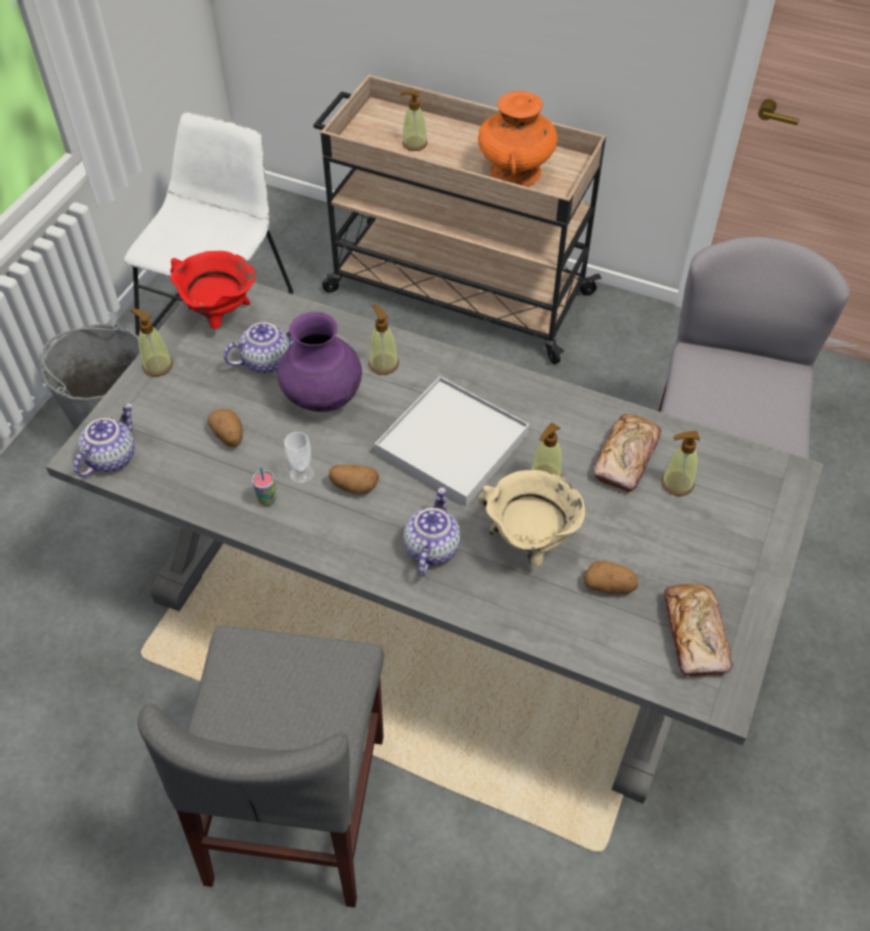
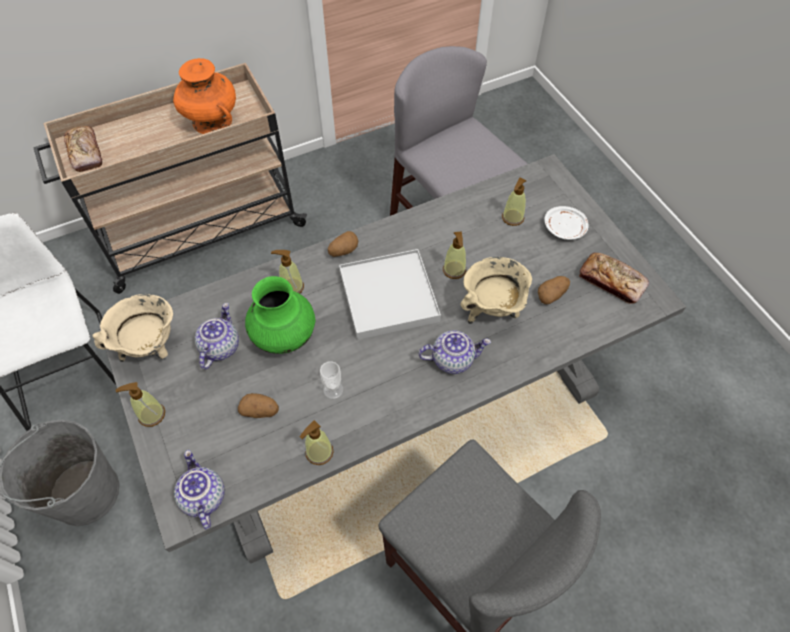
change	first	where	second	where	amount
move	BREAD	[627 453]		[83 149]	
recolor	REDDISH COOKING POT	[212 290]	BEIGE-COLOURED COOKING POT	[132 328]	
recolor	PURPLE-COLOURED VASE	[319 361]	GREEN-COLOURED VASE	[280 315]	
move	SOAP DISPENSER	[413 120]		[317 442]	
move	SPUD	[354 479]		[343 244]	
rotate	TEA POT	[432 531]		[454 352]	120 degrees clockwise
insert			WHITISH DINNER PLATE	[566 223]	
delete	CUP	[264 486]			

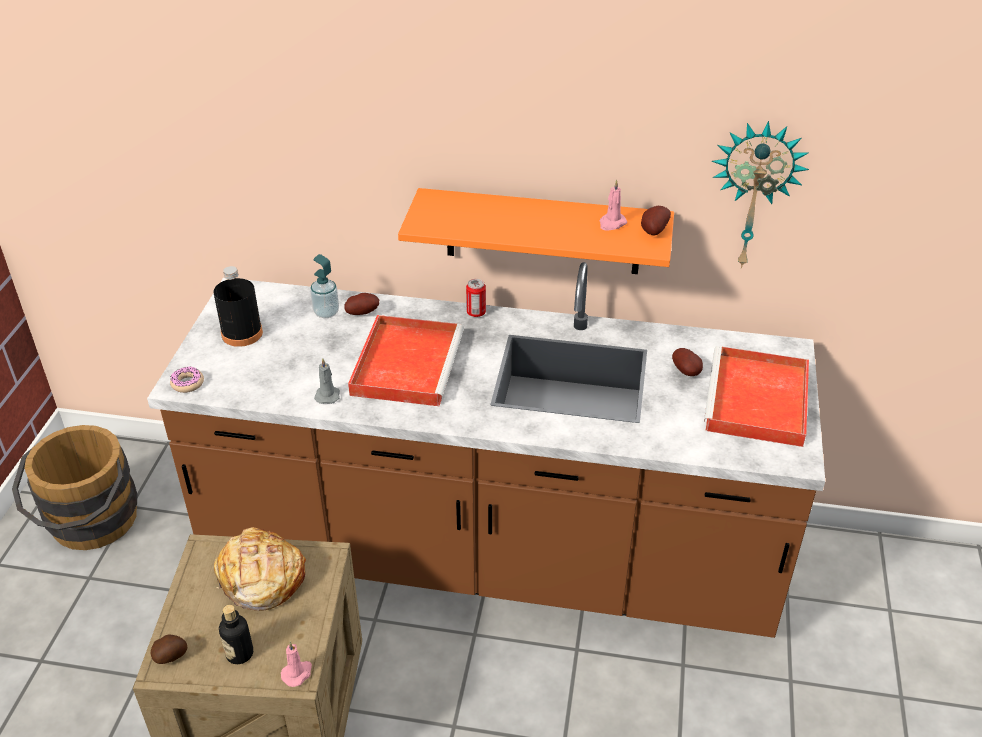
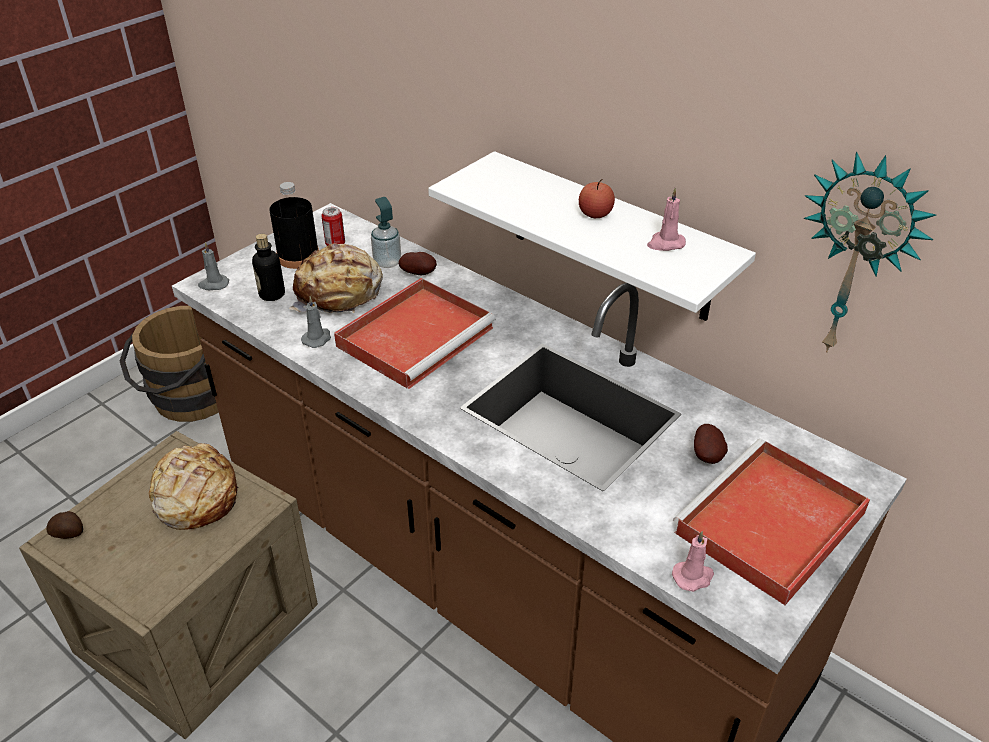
change	first	where	second	where	amount
replace	RING DOUGHNUT	[187 379]	GRAY CANDLE	[213 266]	
move	BOTTLE	[236 634]		[268 267]	
insert			BREAD	[336 278]	
move	SEALED CAN	[476 298]		[333 226]	
recolor	ORANGE-COLOURED BRACKET SHELF	[536 231]	WHITISH BRACKET SHELF	[592 236]	
insert			APPLE FRUIT	[597 198]	
move	PINK CANDLE	[296 664]		[693 561]	
delete	SPUD	[656 220]			

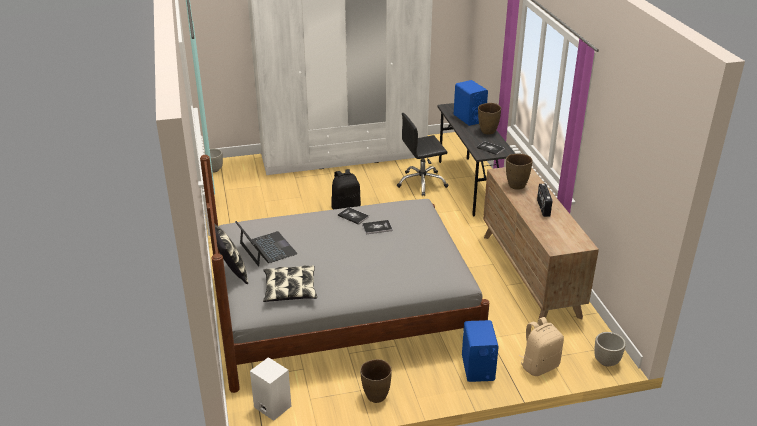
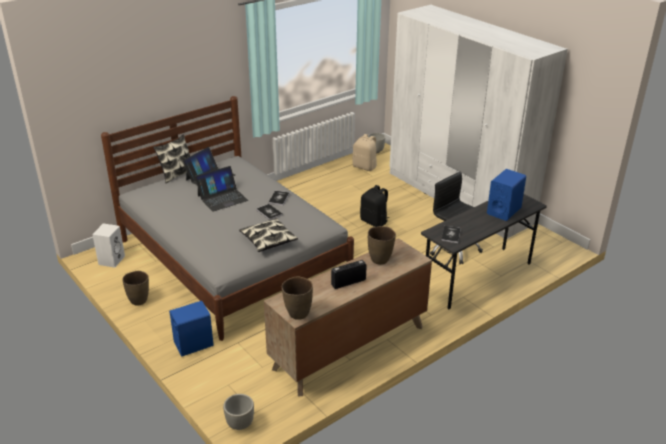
change	first	where	second	where	amount
insert			PORTABLE COMPUTER	[221 189]	
move	CUSHION	[290 283]		[268 235]	
move	BROWNISH VASE	[489 119]		[297 298]	
move	BEIGE-COLOURED RUCKSACK	[541 346]		[364 152]	

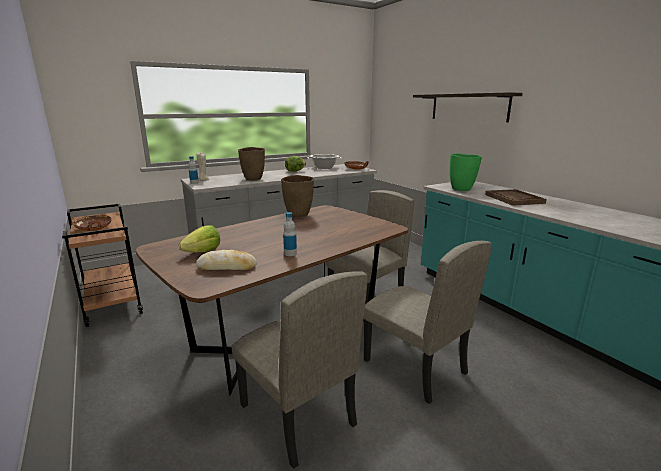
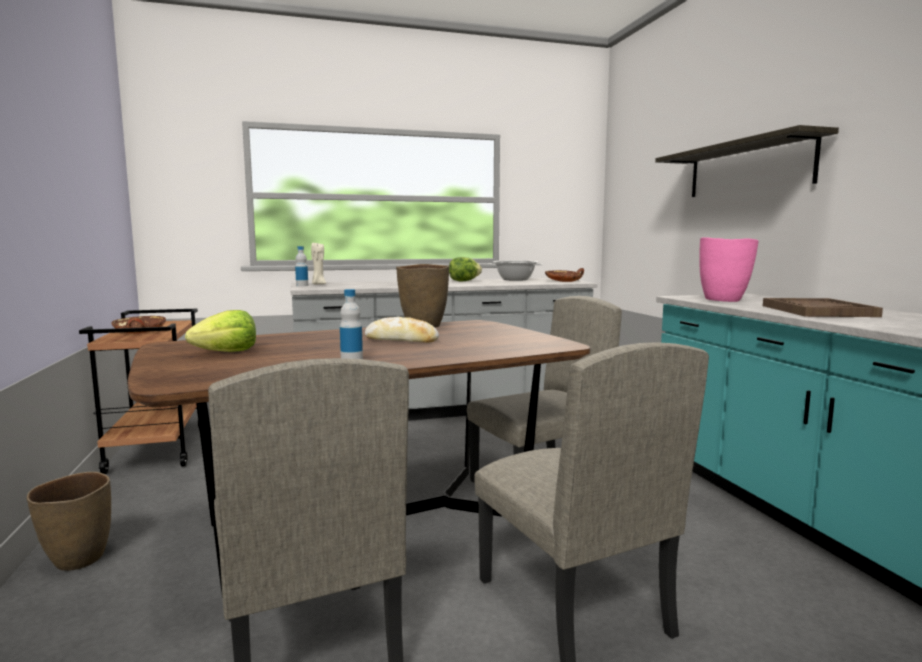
change	first	where	second	where	amount
move	BROWNISH VASE	[251 163]		[69 521]	
move	BREAD	[226 260]		[402 330]	
recolor	GREEN-COLOURED VASE	[466 172]	PINK VASE	[729 269]	

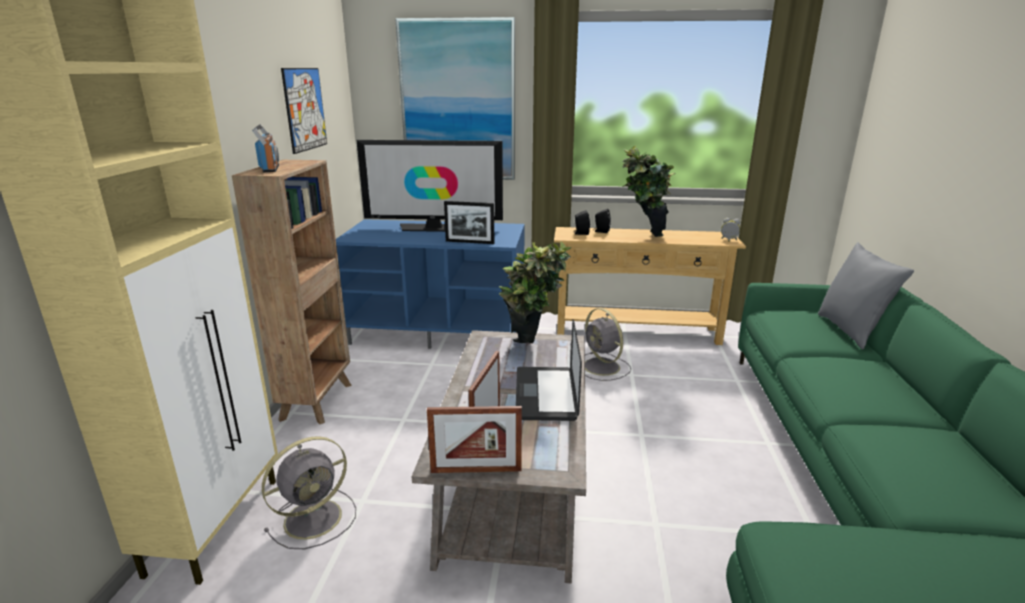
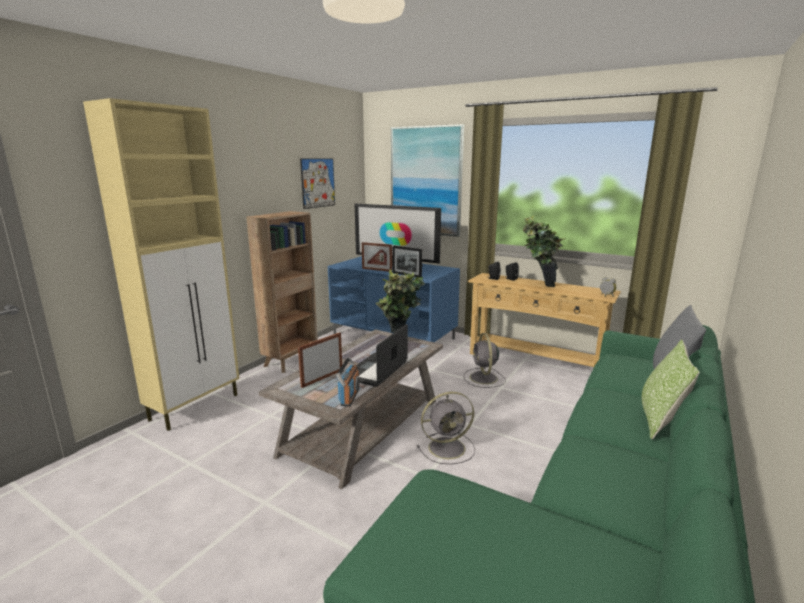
change	first	where	second	where	amount
move	RADIO RECEIVER	[265 148]		[348 382]	
move	PHOTO FRAME	[474 439]		[377 257]	
move	GRAY COOLING FAN	[309 492]		[446 428]	
insert			CUSHION	[671 389]	

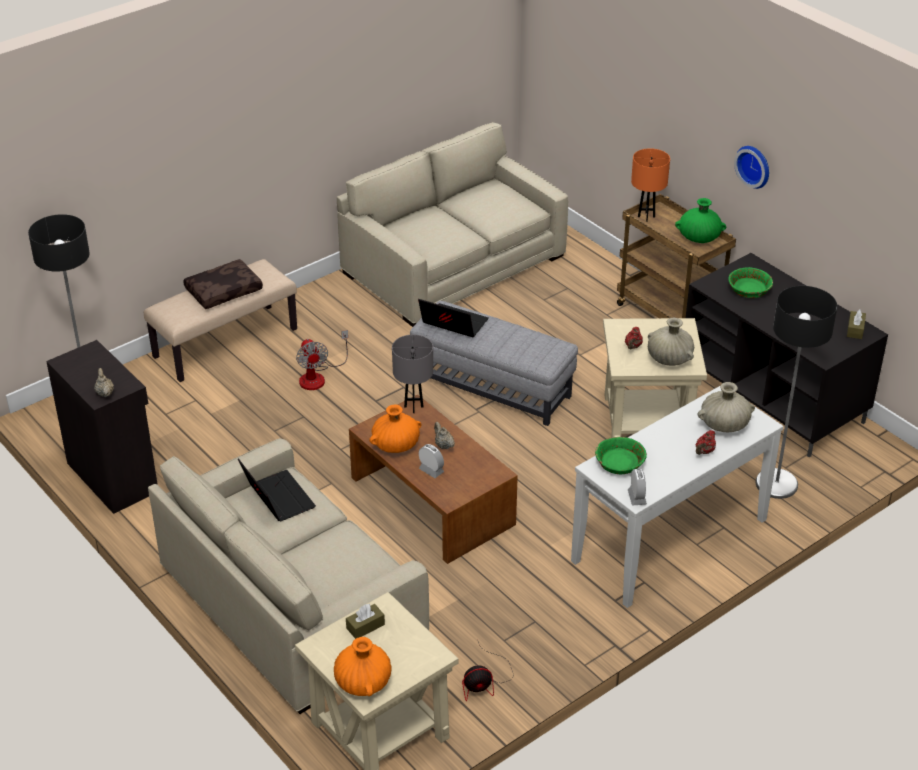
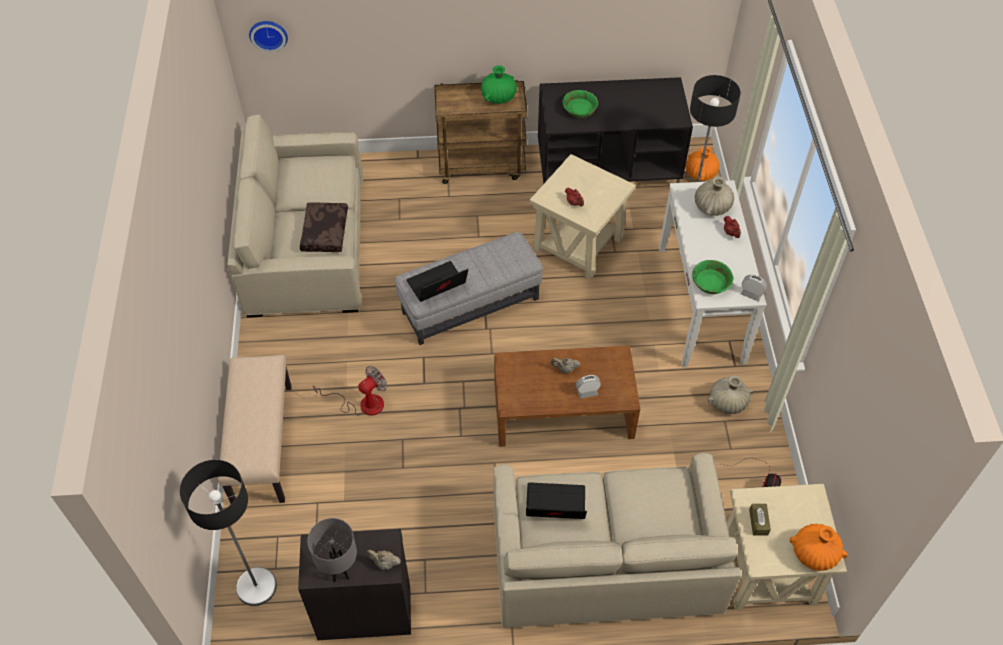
change	first	where	second	where	amount
move	WALL CLOCK	[751 167]		[268 36]	
move	BROWNISH CUSHION	[223 284]		[324 227]	
move	GRAY LAMP FOR A TABLE	[412 374]		[332 550]	
rotate	COOLING FAN	[322 360]		[350 391]	60 degrees counterclockwise
move	ORANGE-COLOURED VASE	[395 429]		[702 163]	
move	BEIGE-COLOURED VASE	[671 342]		[730 394]	
delete	ORANGE-COLOURED LAMP FOR A TABLE	[650 185]			
delete	BROWNISH TISSUE BOX	[856 324]			

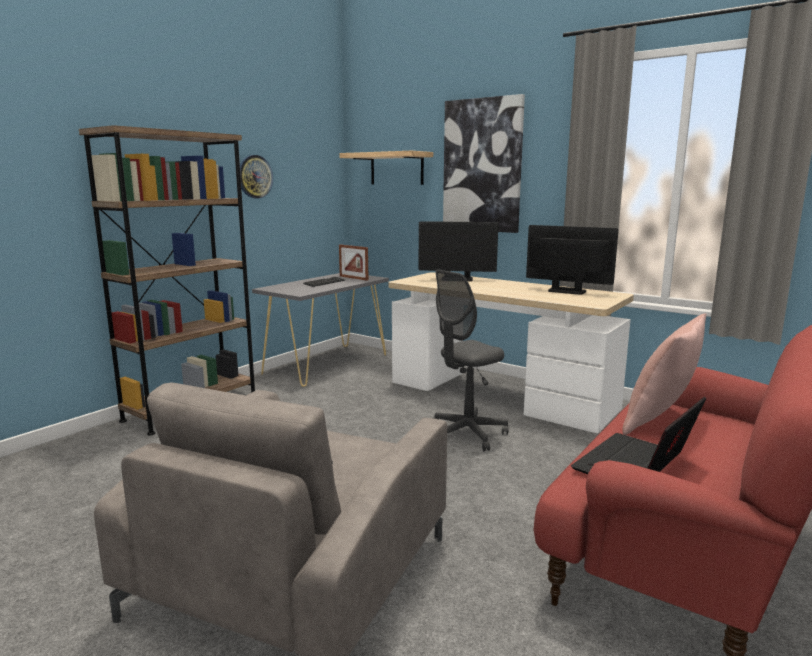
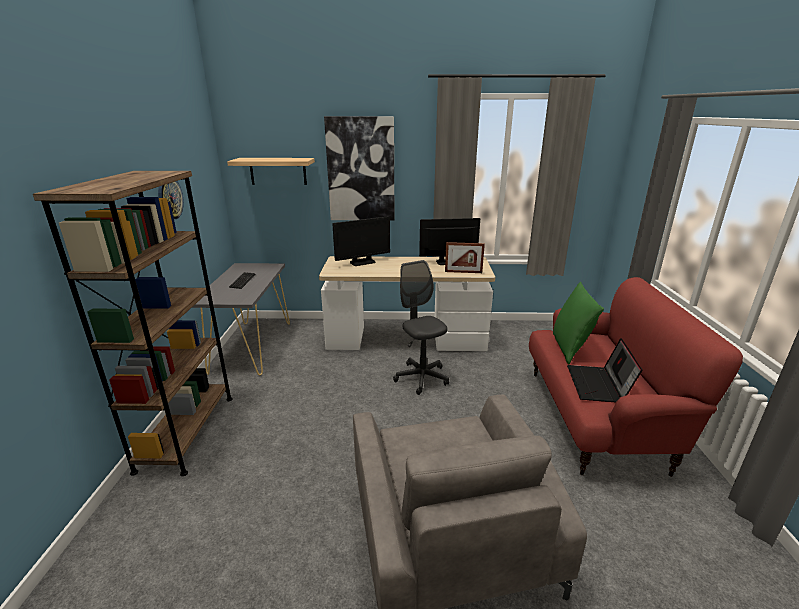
change	first	where	second	where	amount
rotate	GRAY DESK CHAIR	[471 360]		[421 327]	135 degrees clockwise
move	PHOTO FRAME	[353 262]		[465 257]	
recolor	PINK CUSHION	[664 374]	GREEN-COLOURED CUSHION	[578 323]	

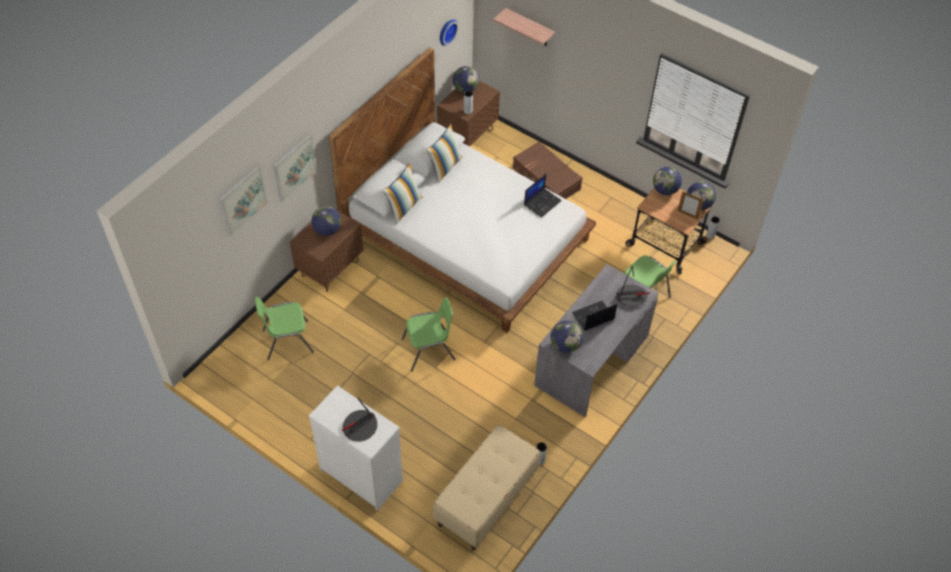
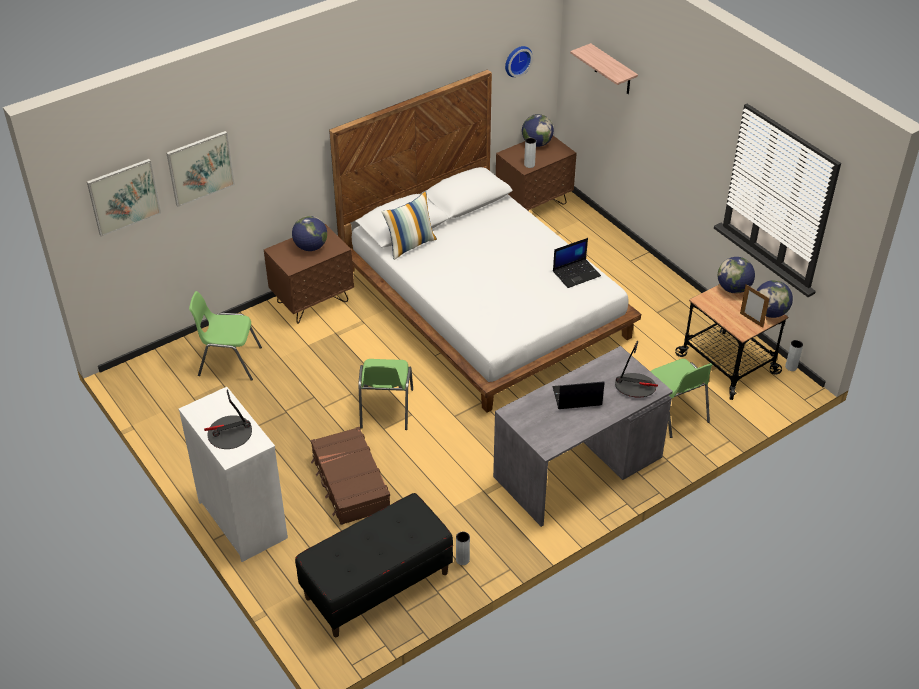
change	first	where	second	where	amount
move	WALL ART	[295 168]		[124 198]	
recolor	BEIGE-COLOURED BENCH	[486 488]	BLACK BENCH	[374 565]	
move	BROWNISH TRAVEL CASE	[548 170]		[350 476]	
rotate	GREEN-COLOURED UPRIGHT CHAIR	[429 334]		[386 394]	90 degrees clockwise
delete	CUSHION	[444 153]			
delete	DESK GLOBE	[567 337]			

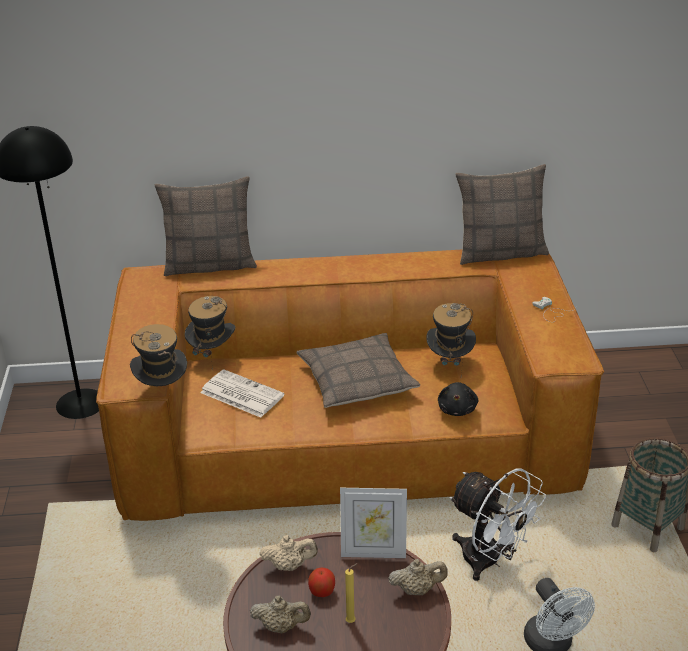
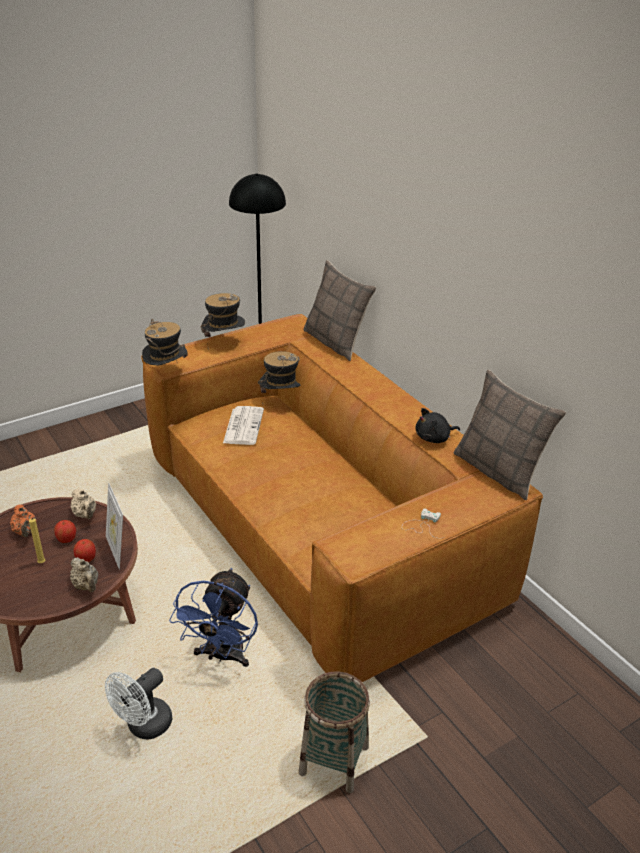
change	first	where	second	where	amount
recolor	BEIGE-COLOURED TEA POT	[280 614]	ORANGE-COLOURED TEA POT	[23 520]	
insert			APPLE FRUIT	[84 550]	
recolor	WHITISH COOLING FAN	[498 524]	BLUE-COLOURED COOLING FAN	[213 617]	
move	CLOTHING HAT	[451 340]		[223 315]	
move	BLACK SOFT TOY	[458 399]		[438 425]	
delete	CUSHION	[358 370]			

